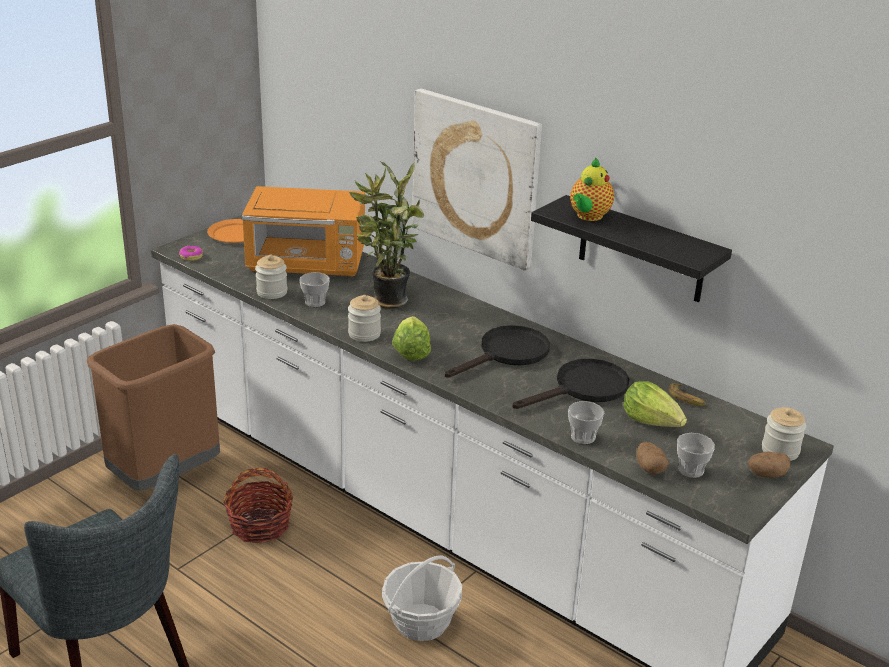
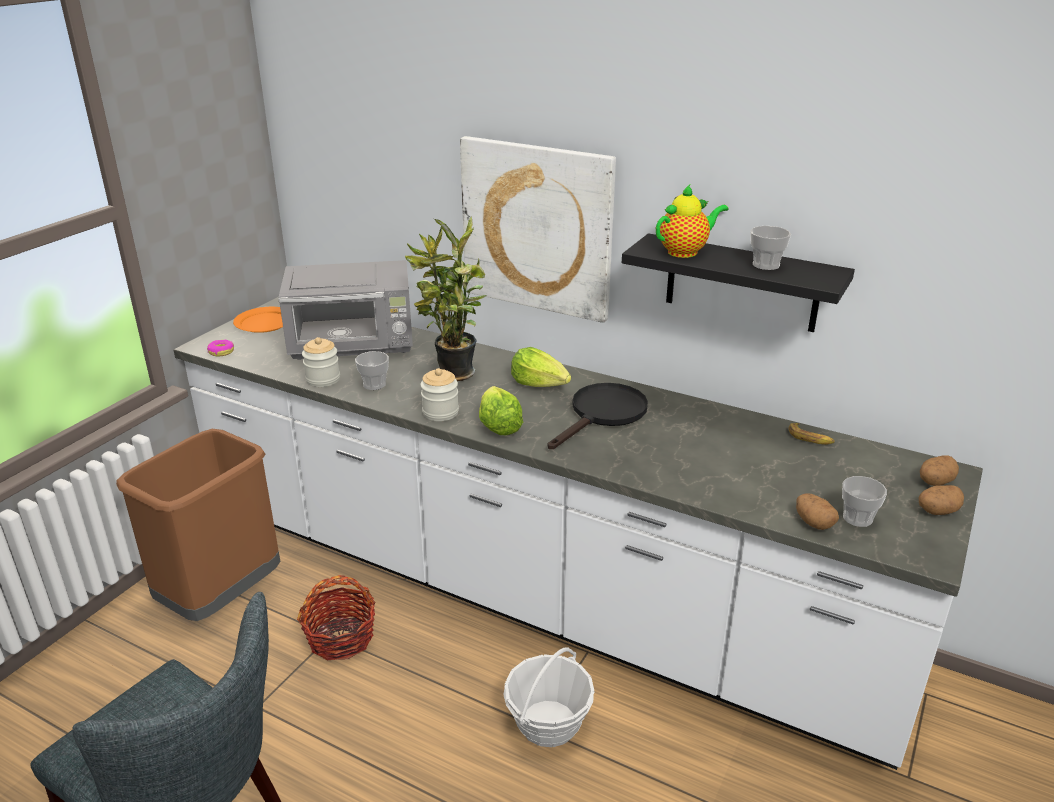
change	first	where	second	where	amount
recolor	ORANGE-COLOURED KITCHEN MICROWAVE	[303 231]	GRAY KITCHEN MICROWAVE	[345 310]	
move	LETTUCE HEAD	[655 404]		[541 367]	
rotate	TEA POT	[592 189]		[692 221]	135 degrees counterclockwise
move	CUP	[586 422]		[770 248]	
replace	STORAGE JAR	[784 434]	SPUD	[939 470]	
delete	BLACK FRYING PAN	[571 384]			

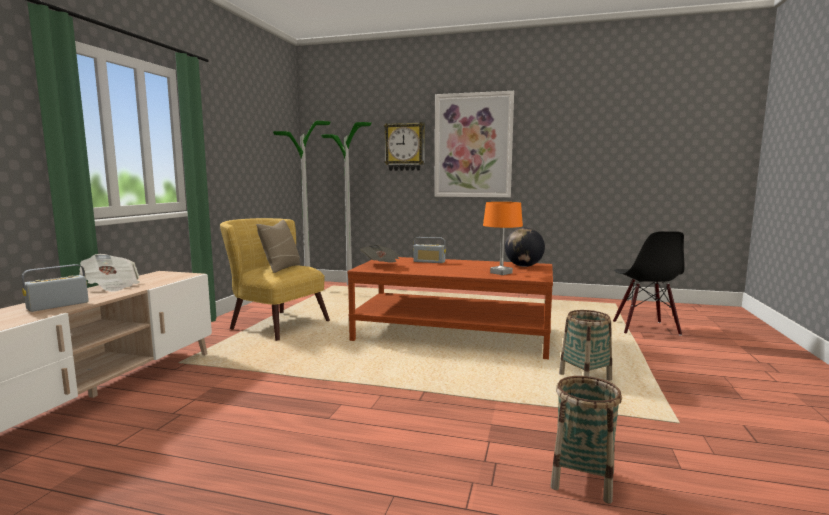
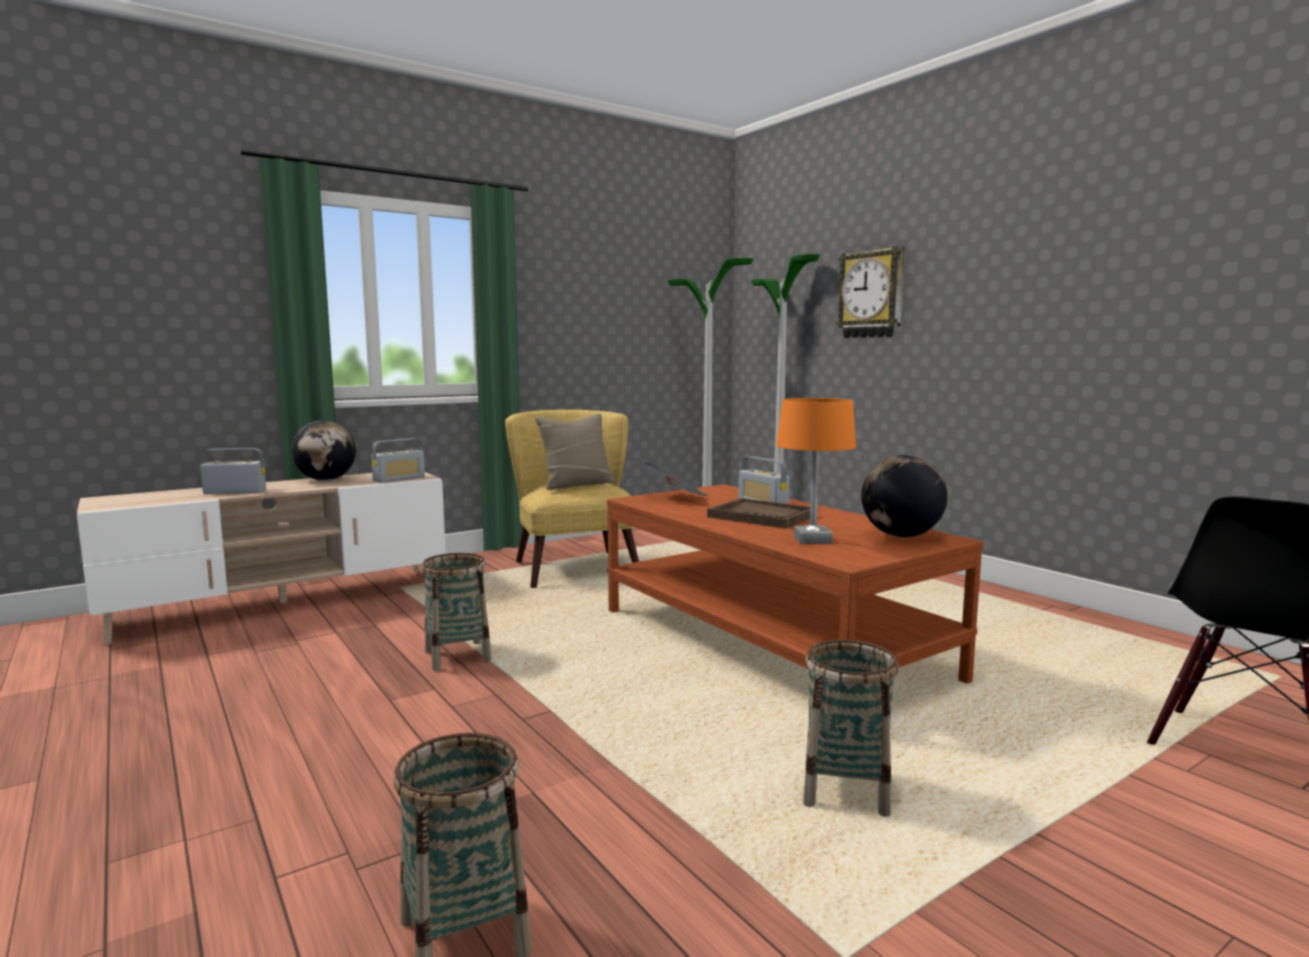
change	first	where	second	where	amount
replace	NEWSPAPER	[109 273]	DESK GLOBE	[323 450]	
insert			RADIO RECEIVER	[398 460]	
insert			STORAGE BASKET	[456 612]	
insert			BROWNISH CARRYING TRAY	[758 513]	
delete	WALL ART	[474 144]			

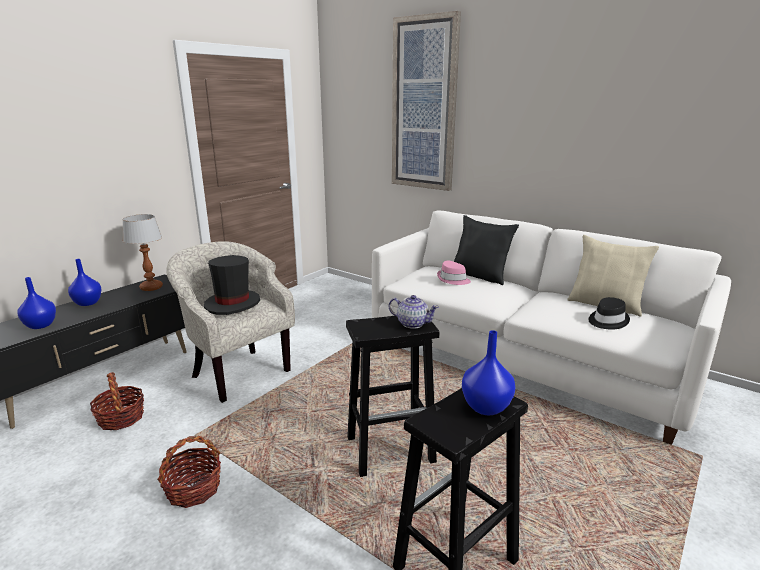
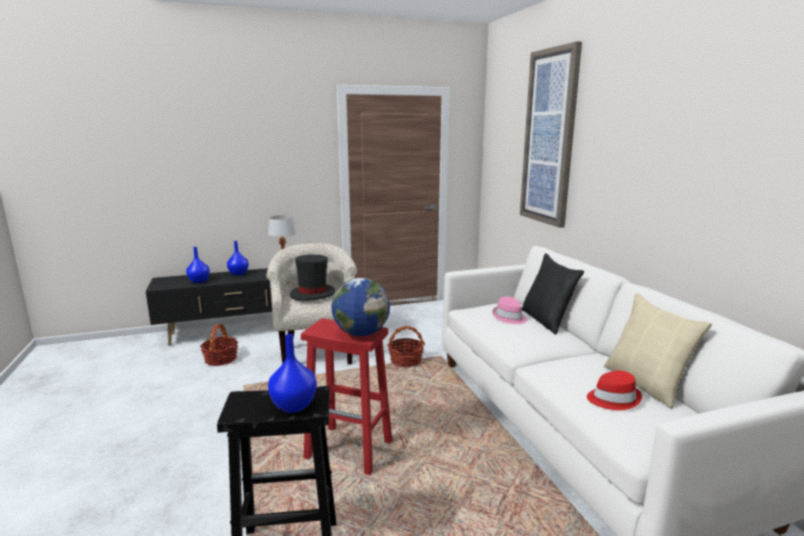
change	first	where	second	where	amount
recolor	BLACK STOOL SEAT	[392 396]	REDDISH STOOL SEAT	[346 396]	
replace	TEA POT	[414 312]	DESK GLOBE	[360 307]	
move	STORAGE BASKET	[189 472]		[406 347]	
recolor	BLACK CLOTHING HAT	[609 313]	REDDISH CLOTHING HAT	[614 390]	

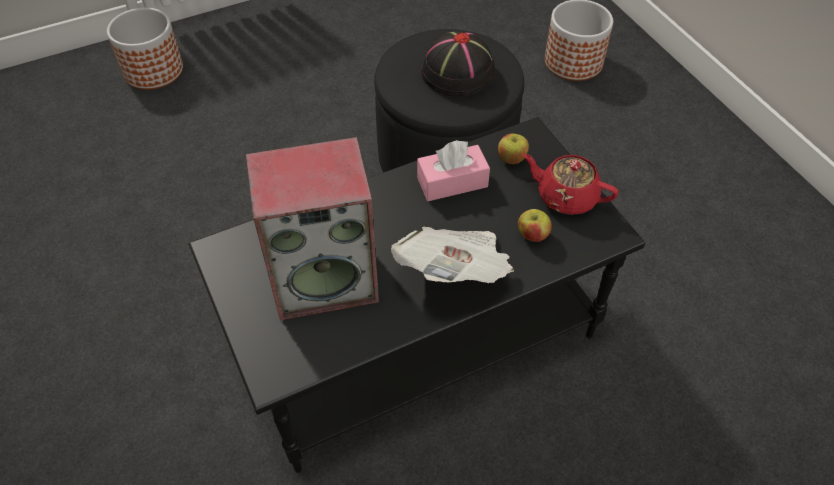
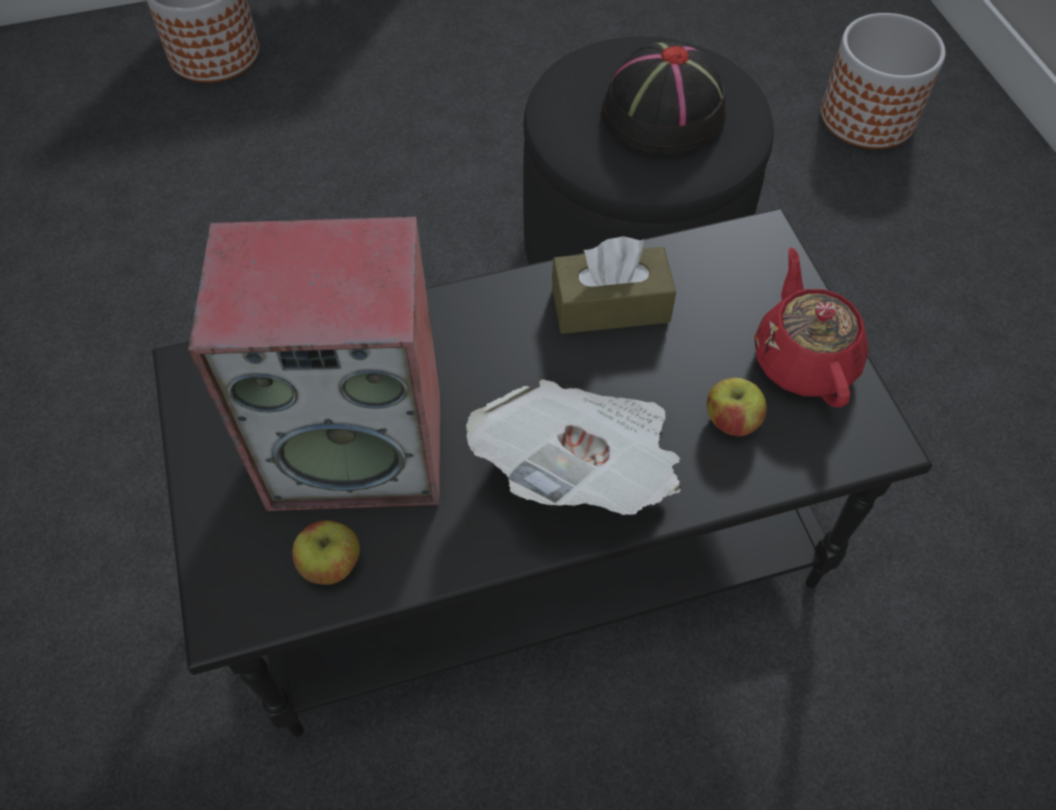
change	first	where	second	where	amount
move	APPLE FRUIT	[513 148]		[326 552]	
recolor	PINK TISSUE BOX	[453 170]	BROWNISH TISSUE BOX	[614 285]	
rotate	REDDISH TEA POT	[570 184]		[811 327]	45 degrees clockwise

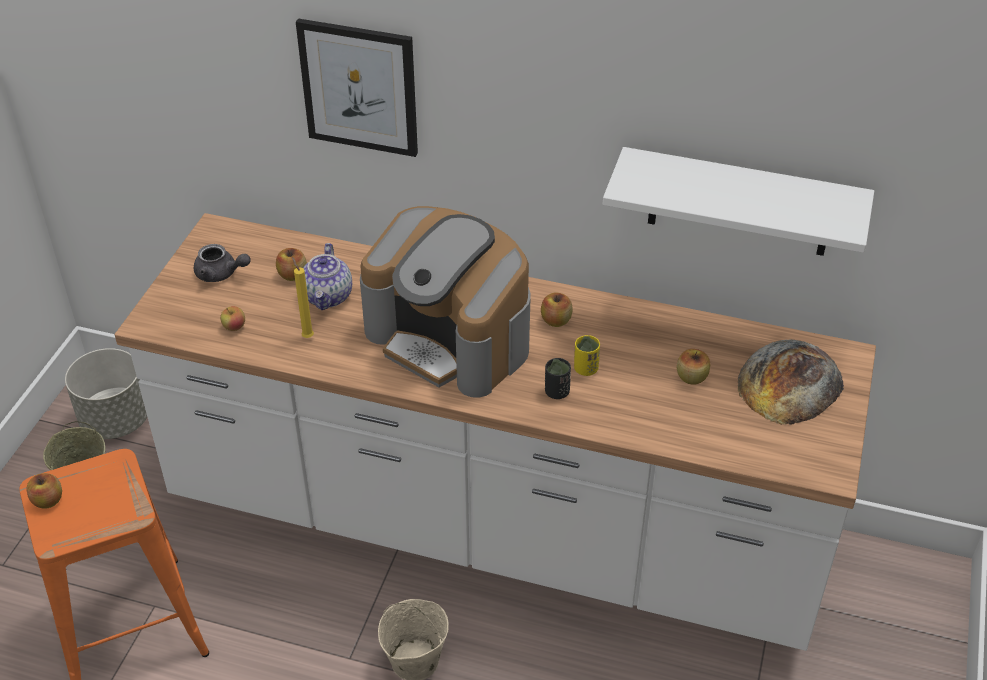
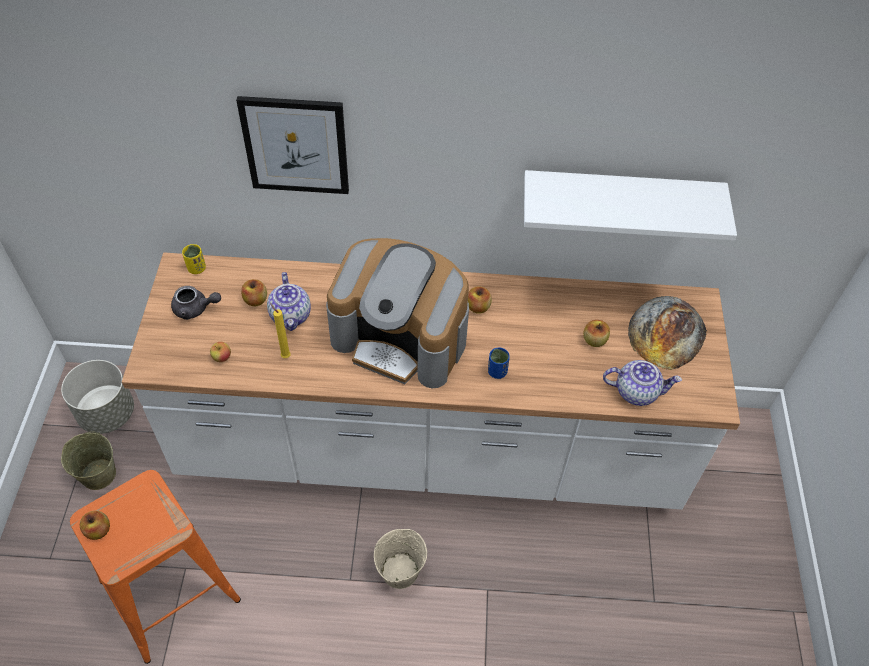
change	first	where	second	where	amount
move	YELLOW-COLOURED CUP	[587 355]		[194 259]	
recolor	BLACK CUP	[558 378]	BLUE-COLOURED CUP	[499 363]	
insert			TEA POT	[642 383]	

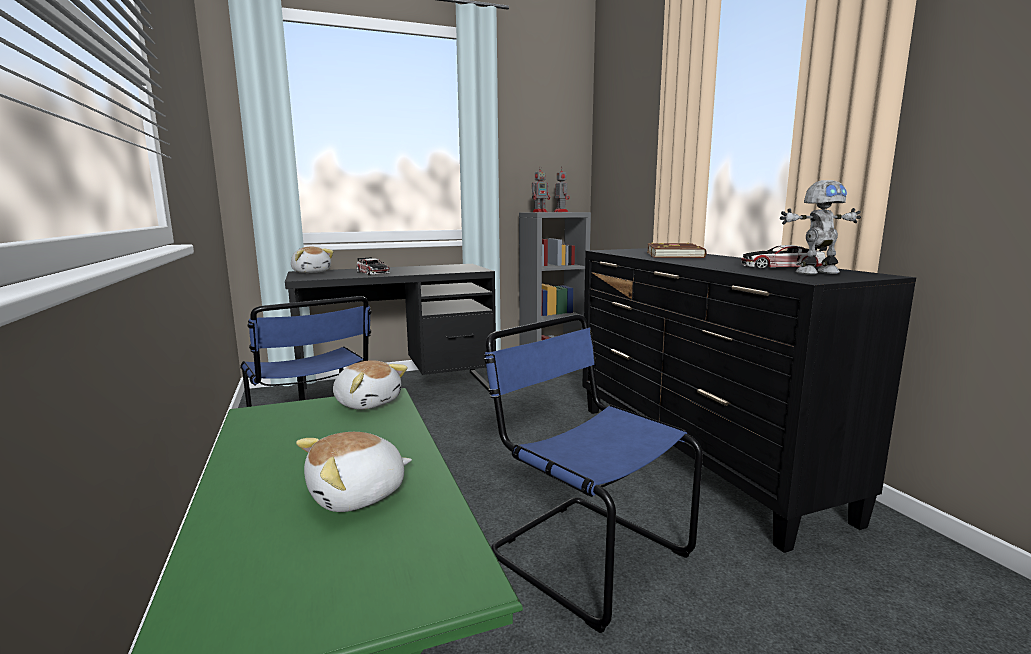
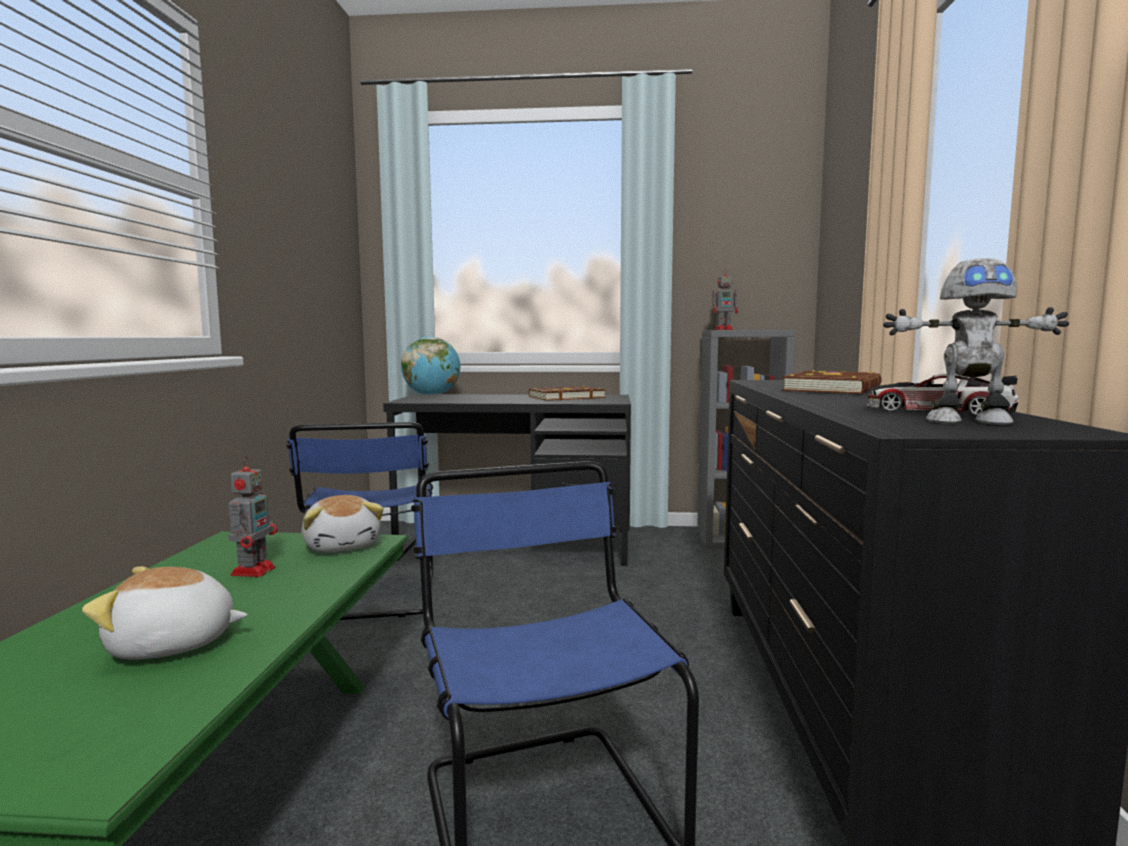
change	first	where	second	where	amount
move	ROBOT FIGURE	[562 191]		[252 516]	
replace	SOFT TOY	[312 260]	DESK GLOBE	[430 366]	
insert			BROWNISH BOOK	[567 393]	
delete	MODEL CAR	[373 266]			

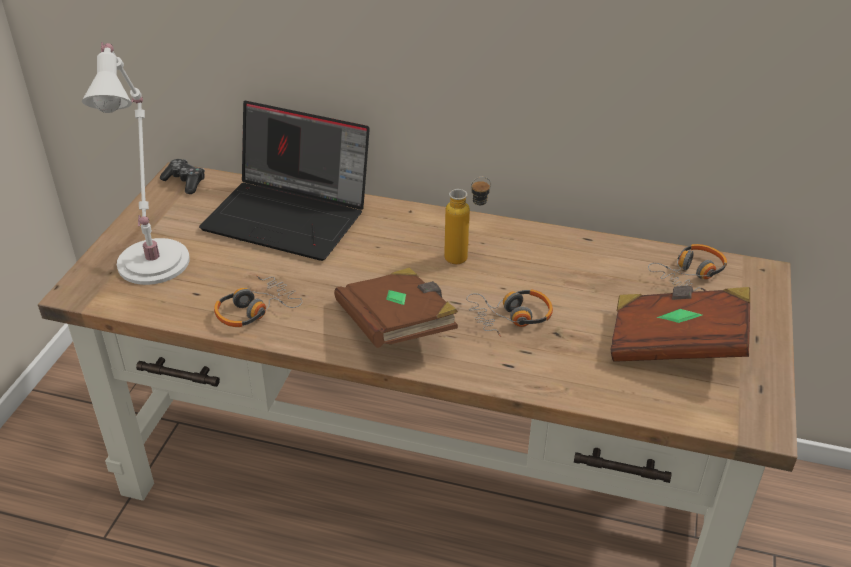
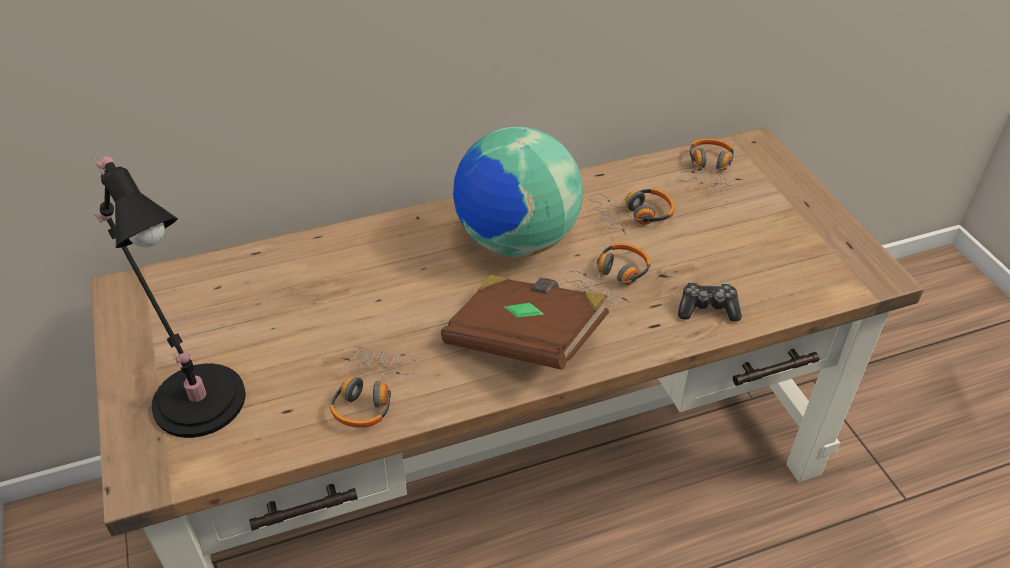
change	first	where	second	where	amount
recolor	WHITISH LAMP FOR A TABLE	[136 163]	BLACK LAMP FOR A TABLE	[169 297]	
replace	BOTTLE	[467 220]	DESK GLOBE	[518 191]	
insert			HEADSET	[632 211]	
move	GAMEPAD	[182 176]		[710 302]	
delete	PORTABLE COMPUTER	[284 181]			
delete	BROWNISH BOOK	[680 324]			

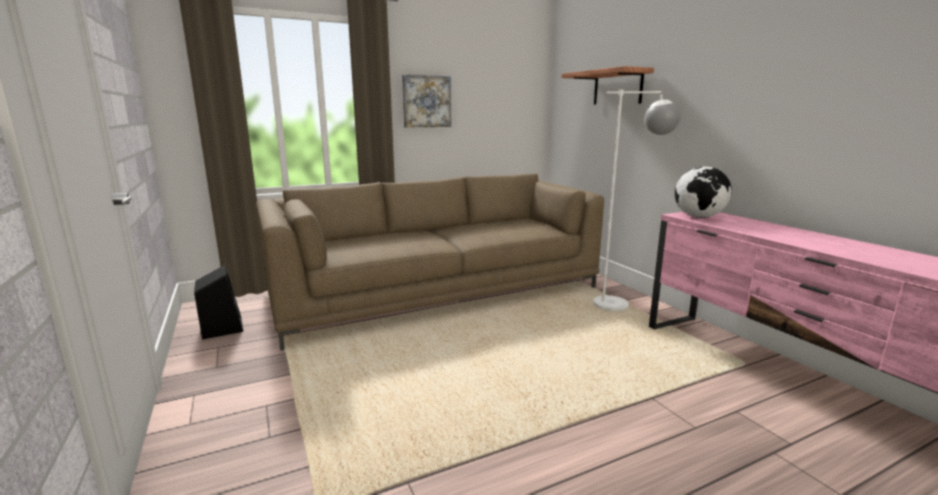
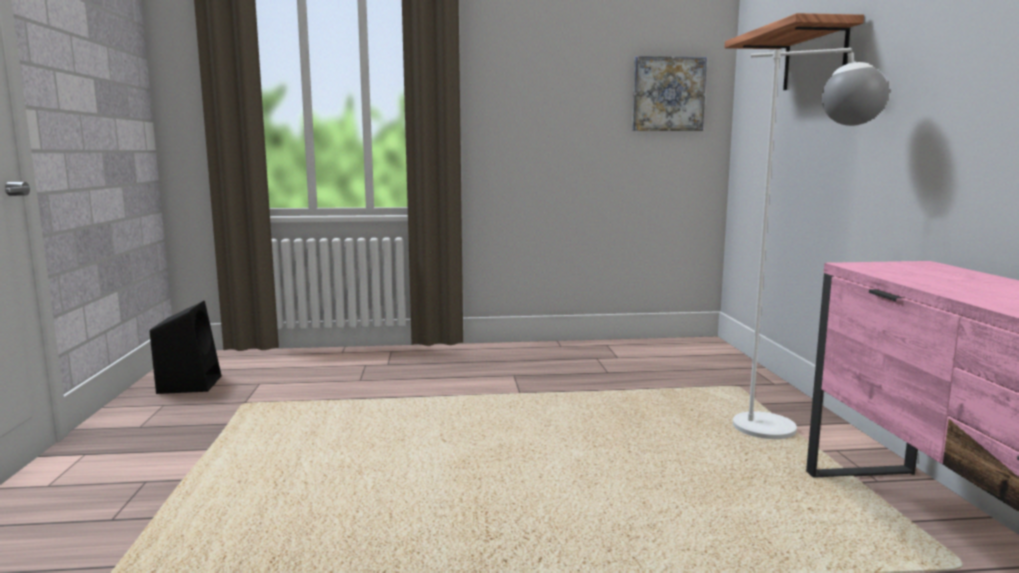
change	first	where	second	where	amount
move	WALL ART	[426 101]		[669 93]	
delete	BROWNISH SETTEE	[430 261]			
delete	DESK GLOBE	[703 192]			

